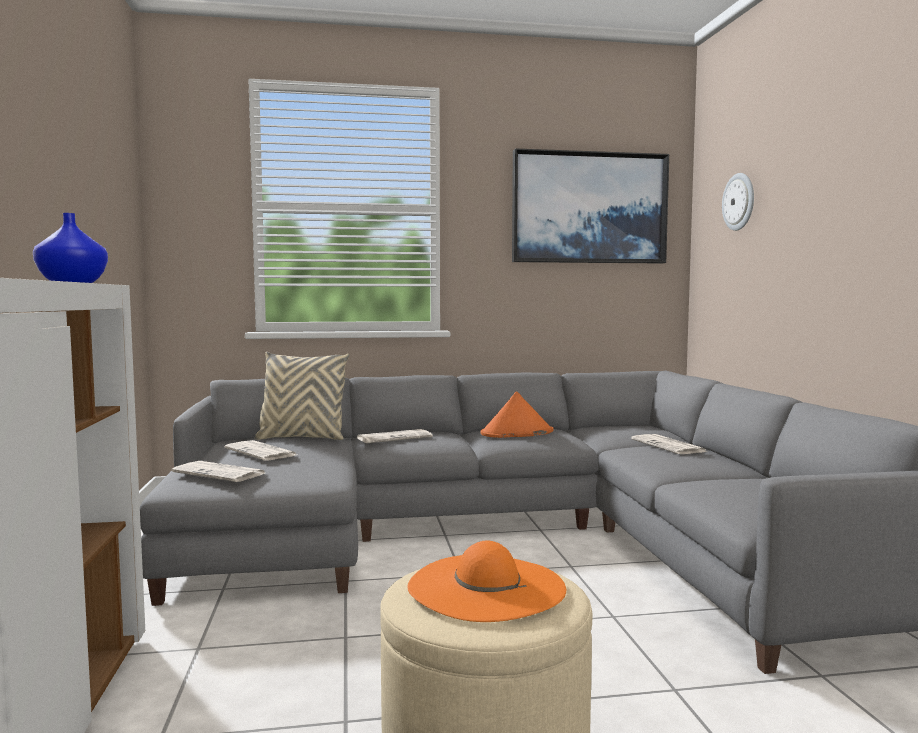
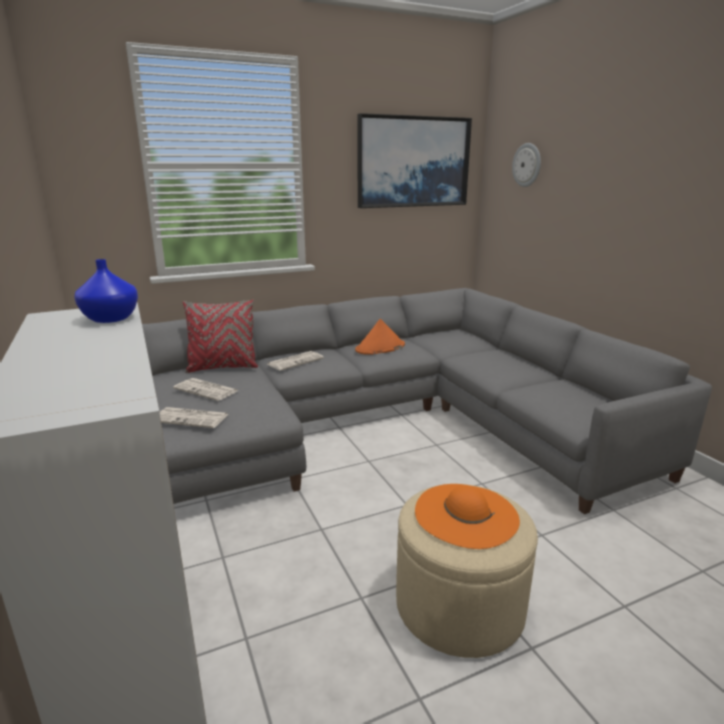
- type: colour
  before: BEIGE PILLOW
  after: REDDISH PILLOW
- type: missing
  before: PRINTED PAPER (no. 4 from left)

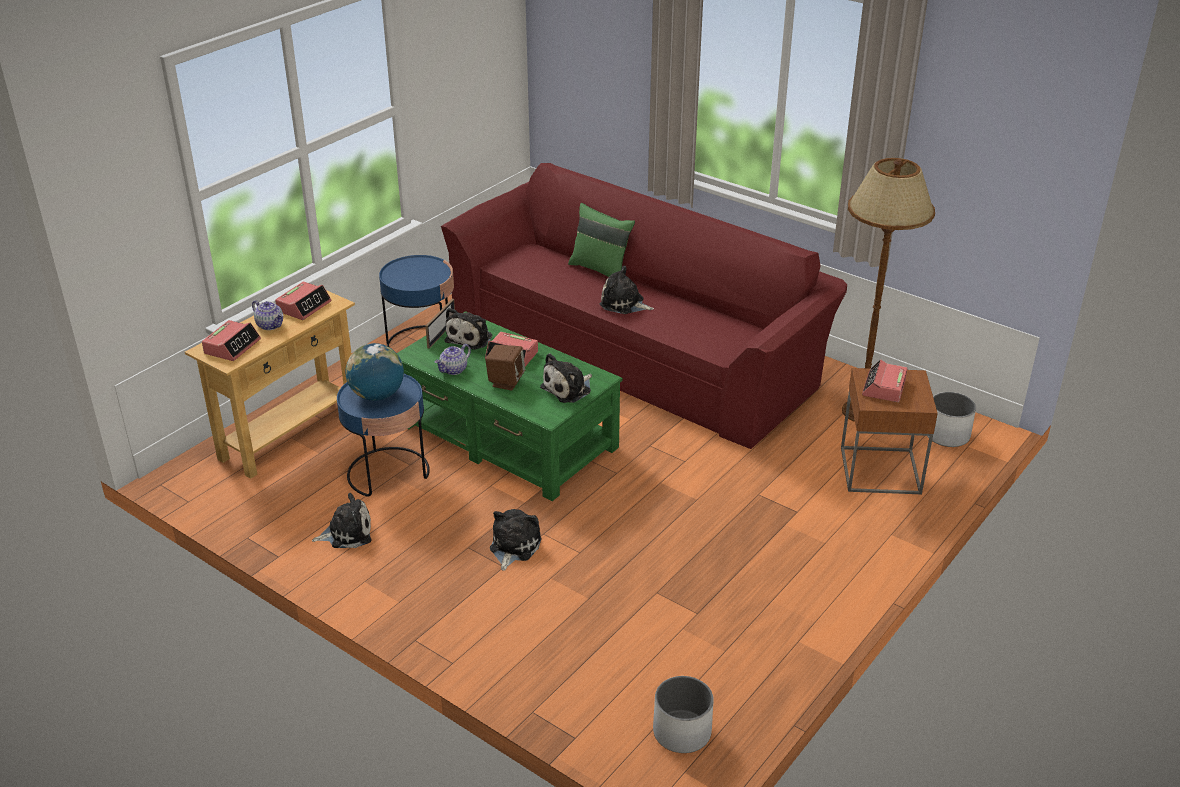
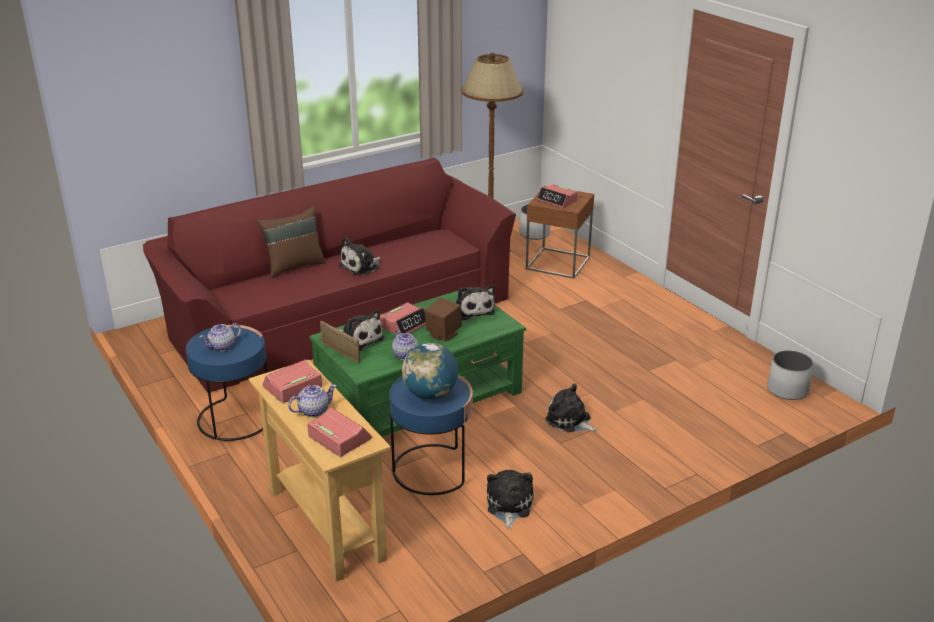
- type: colour
  before: GREENISH PILLOW
  after: BROWN PILLOW
- type: spun
  before: BEDSIDE CLOCK (no. 2 from left in the first image)
  turn: -90
- type: appeared
  after: TEA POT (no. 1 from left)

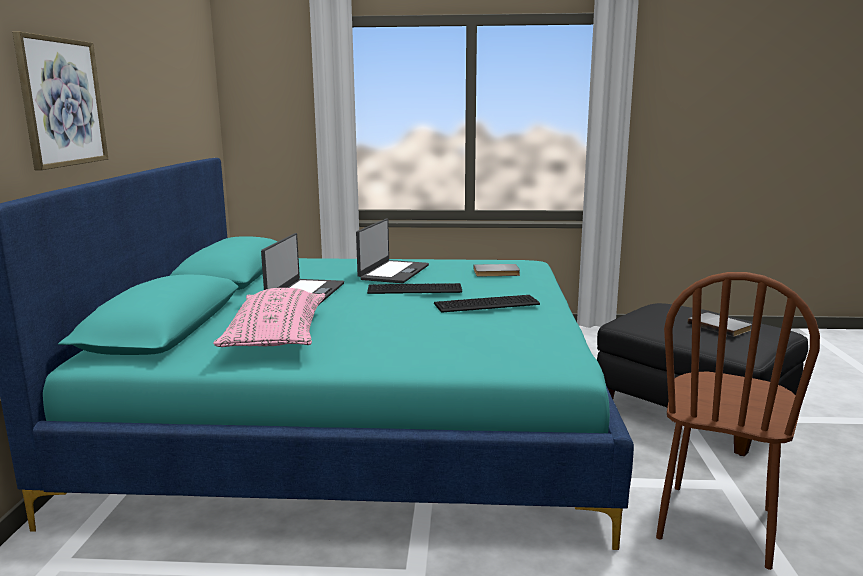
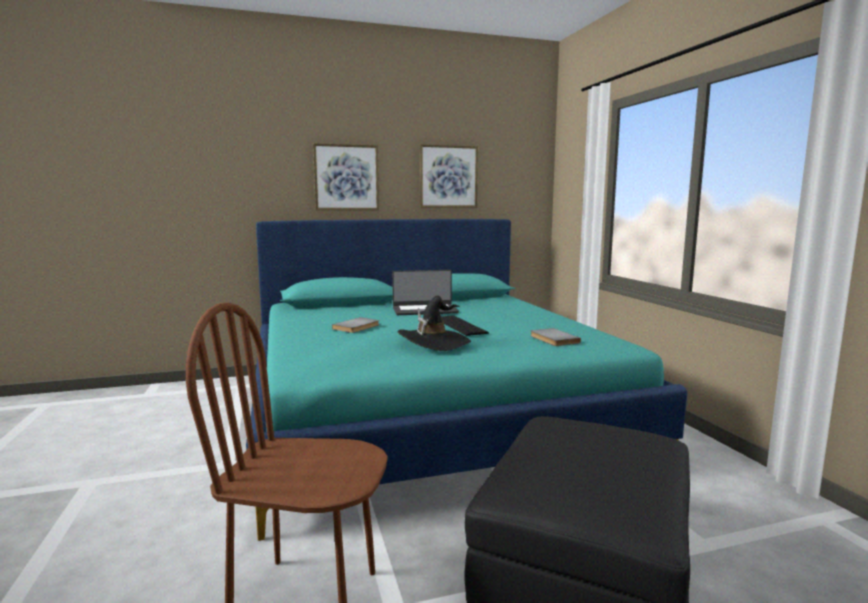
- type: missing
  before: LAPTOP (no. 2 from left)
- type: missing
  before: PINKISH PILLOW
- type: exchanged
  before: PC KEYBOARD (no. 2 from left)
  after: BLACK-COLOURED WEARABLE HAT
- type: relocated
  before: GREYISH BOOK (no. 2 from left in the first image)
  after: GREYISH BOOK (no. 1 from left)
- type: appeared
  after: WALL PICTURE (no. 2 from left)

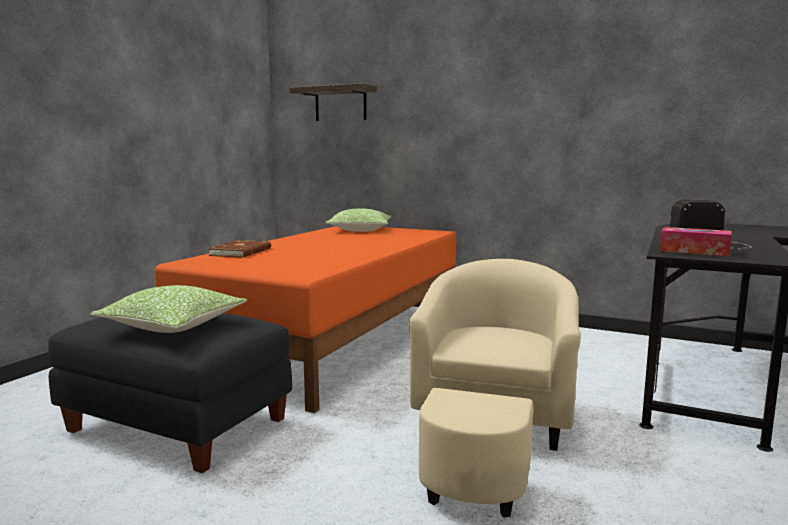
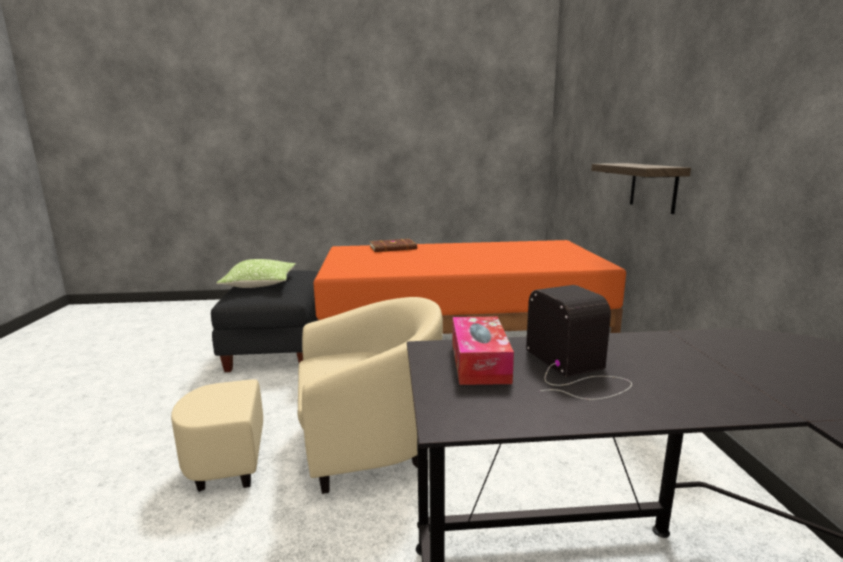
- type: relocated
  before: WALL SHELF
- type: missing
  before: PILLOW (no. 2 from left)

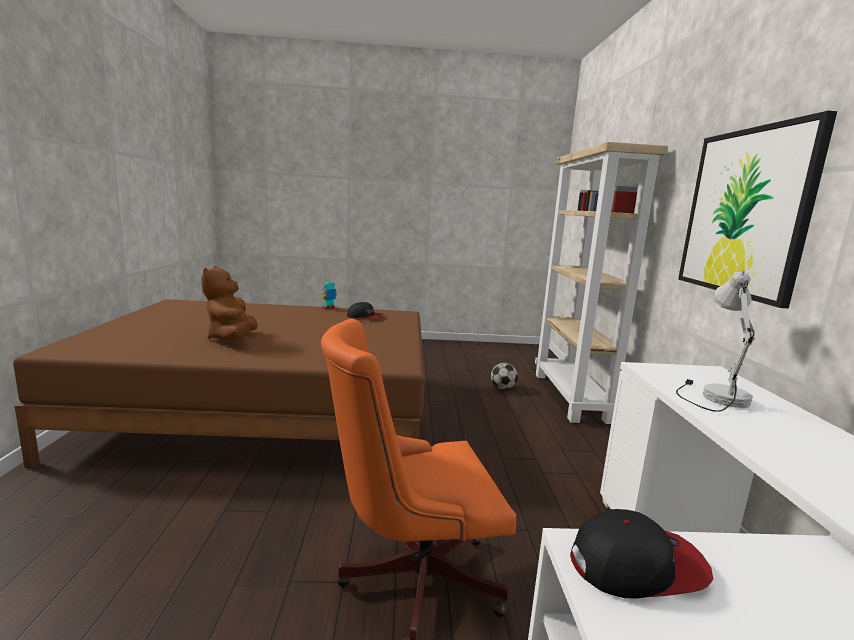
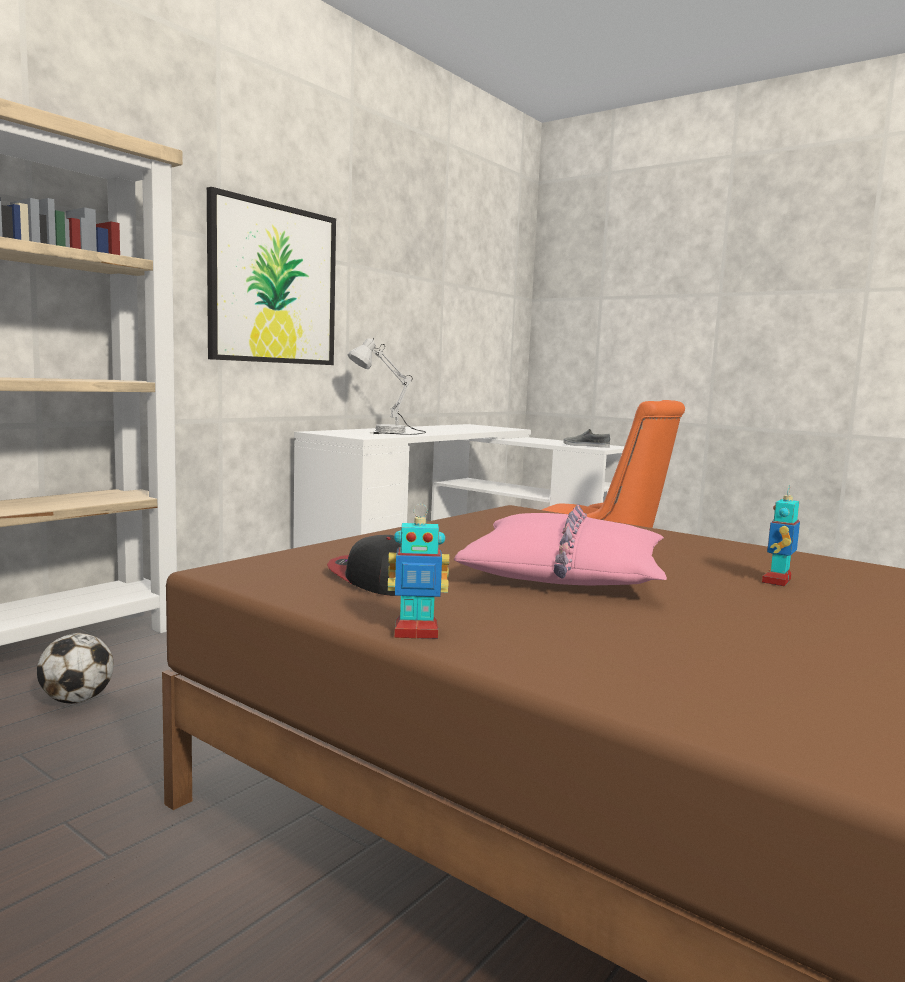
- type: exchanged
  before: BROWN SOFT TOY
  after: MODEL ROBOT (no. 2 from left)
- type: exchanged
  before: BASEBALL CAP (no. 2 from left)
  after: GREYISH LOW SHOE
- type: appeared
  after: PINKISH PILLOW

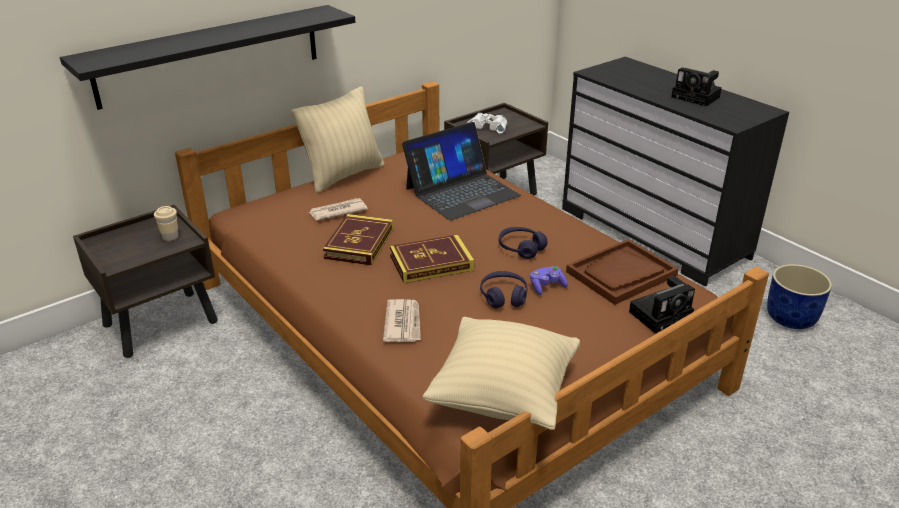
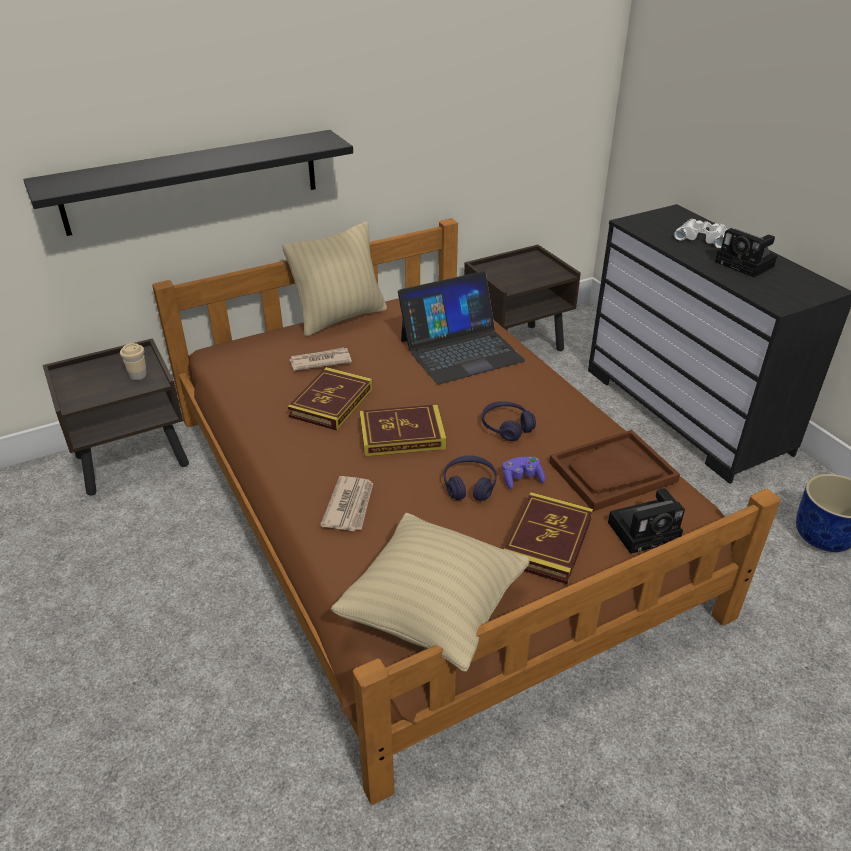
- type: relocated
  before: WHITE PAIR OF BINOCULARS
- type: appeared
  after: BOOK (no. 3 from left)

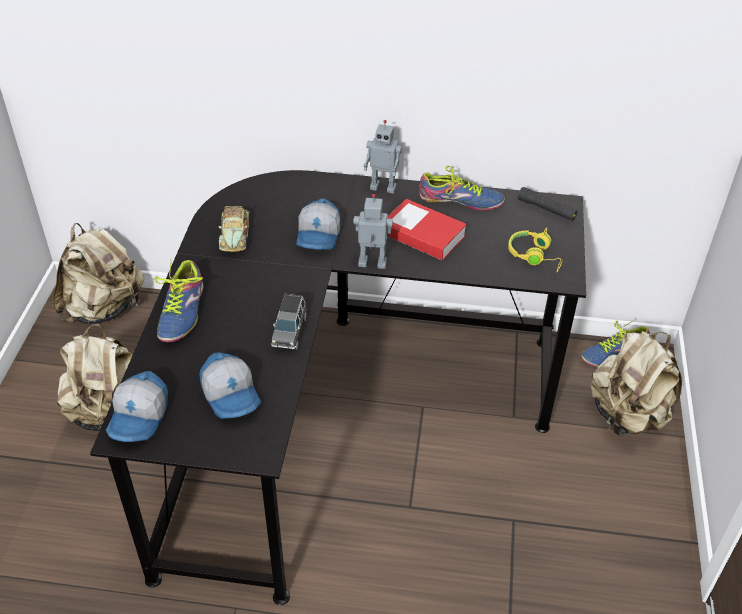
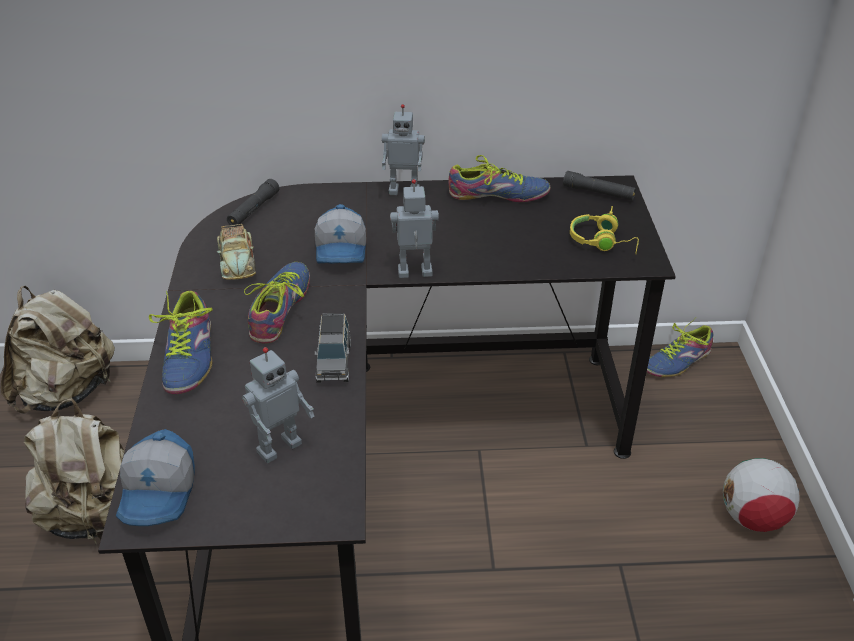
- type: missing
  before: BOOK
- type: missing
  before: BEIGE KNAPSACK (no. 3 from left)
- type: exchanged
  before: BASEBALL CAP (no. 2 from left)
  after: MODEL ROBOT (no. 1 from left)
- type: appeared
  after: BLACK-COLOURED HAND TORCH (no. 1 from left)
- type: appeared
  after: LOW SHOE (no. 2 from left)
- type: appeared
  after: BALL FOR FOOTBALL

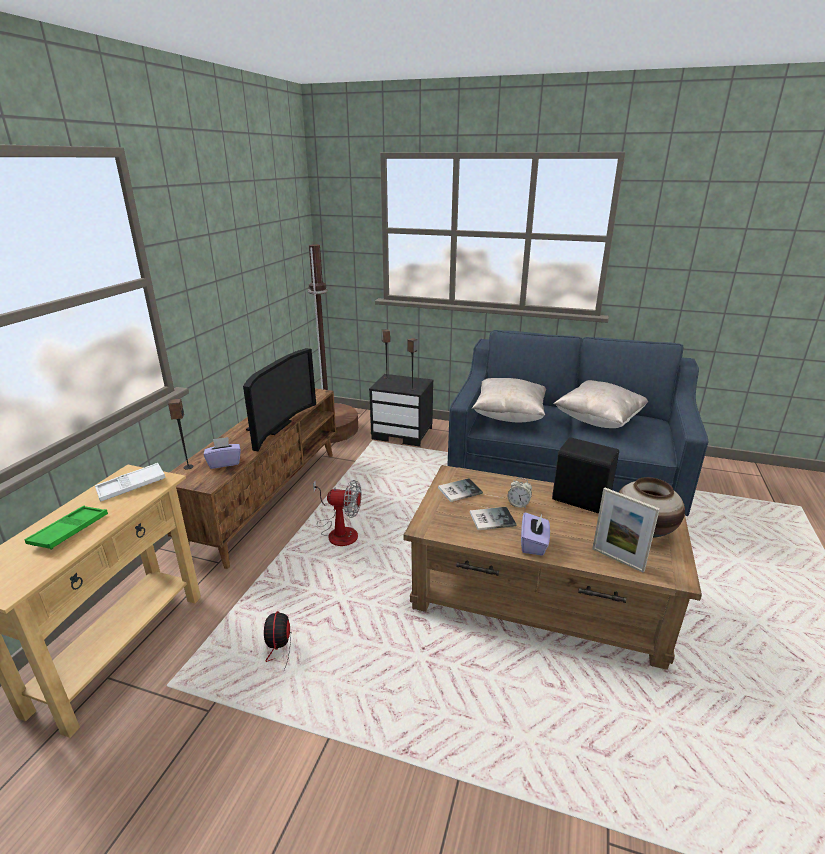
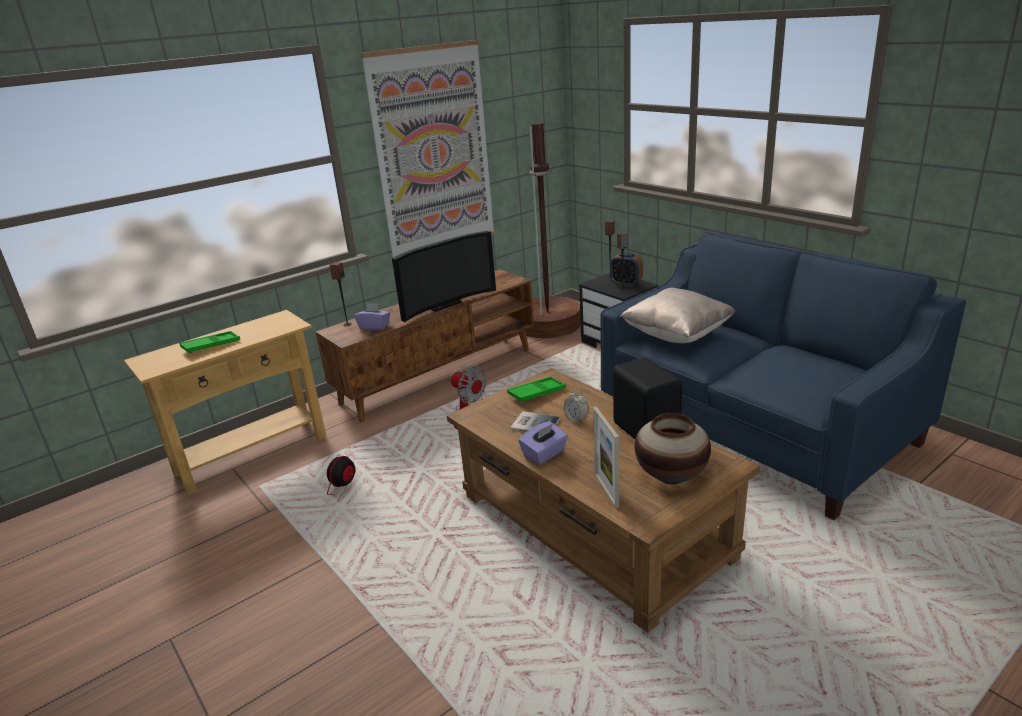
- type: missing
  before: BEIGE PILLOW (no. 2 from left)
- type: missing
  before: WHITE TRAY
- type: exchanged
  before: BOOK (no. 1 from left)
  after: GREENISH TRAY (no. 2 from left)
- type: appeared
  after: WALL PICTURE
- type: appeared
  after: BEDSIDE CLOCK (no. 2 from left)

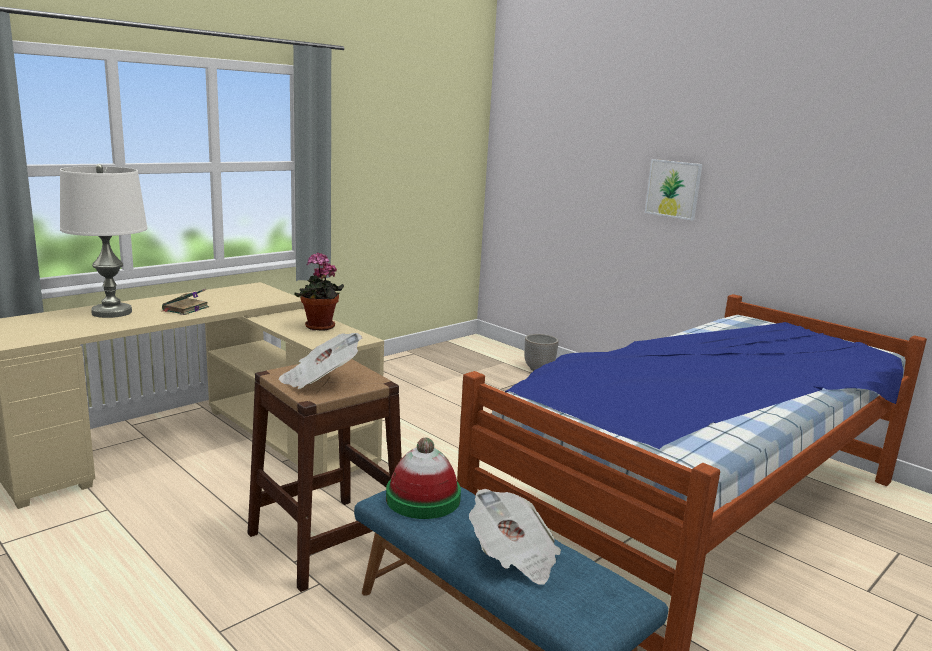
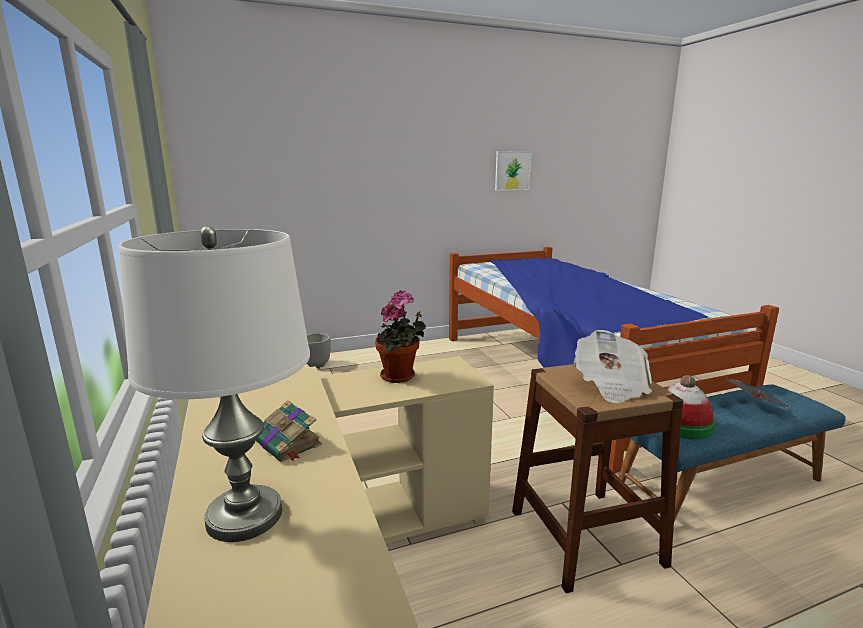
- type: relocated
  before: WALL PICTURE

